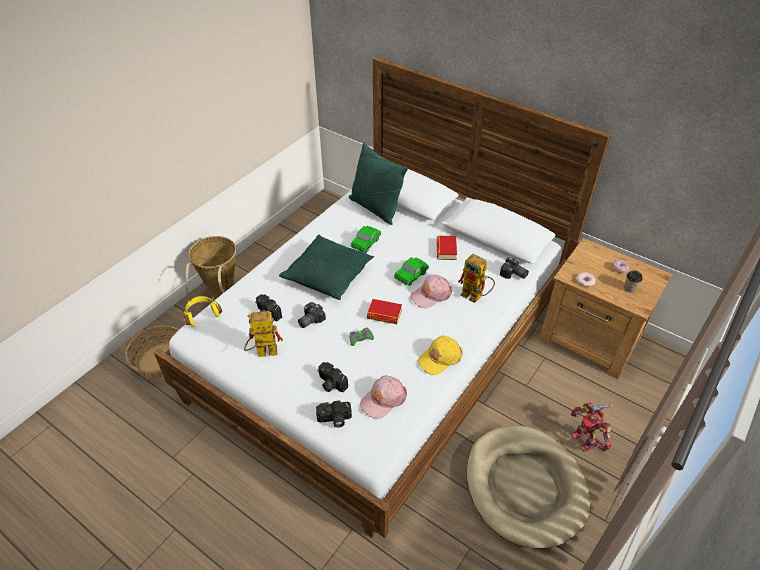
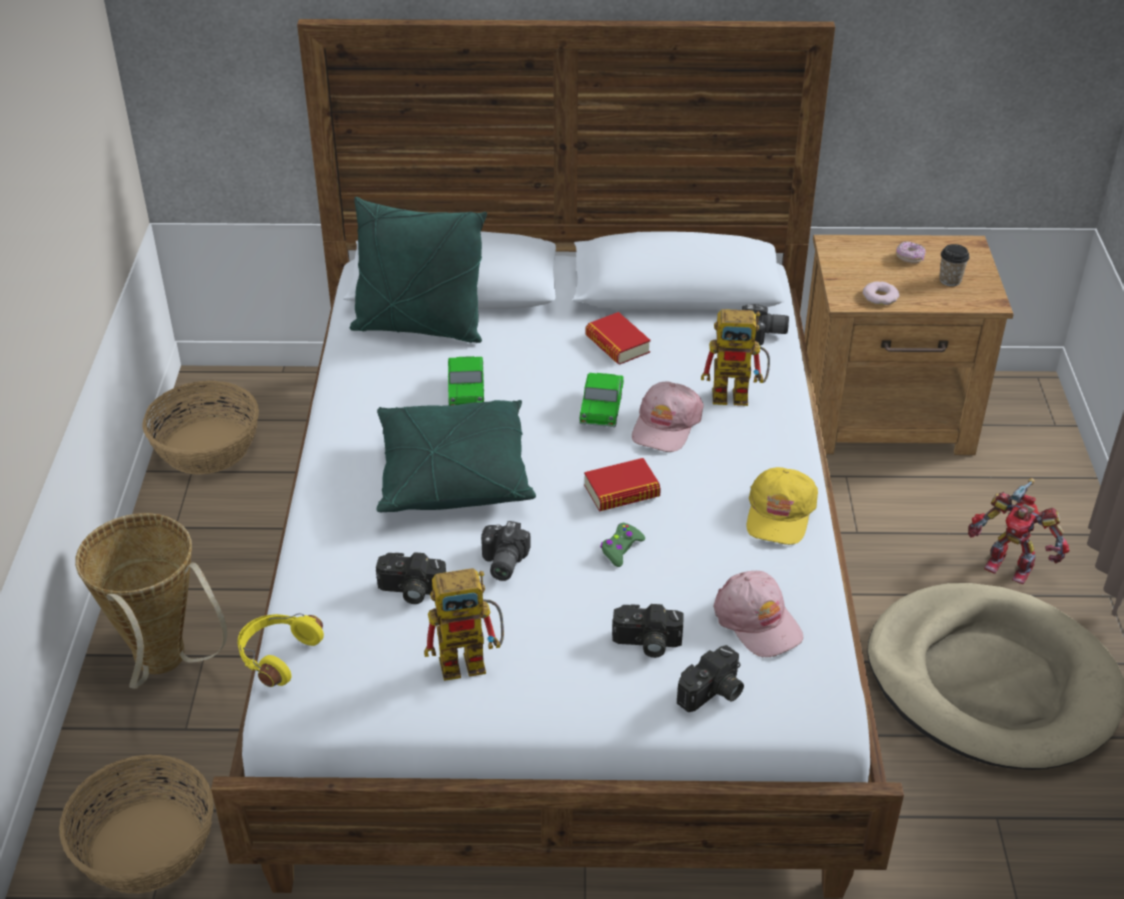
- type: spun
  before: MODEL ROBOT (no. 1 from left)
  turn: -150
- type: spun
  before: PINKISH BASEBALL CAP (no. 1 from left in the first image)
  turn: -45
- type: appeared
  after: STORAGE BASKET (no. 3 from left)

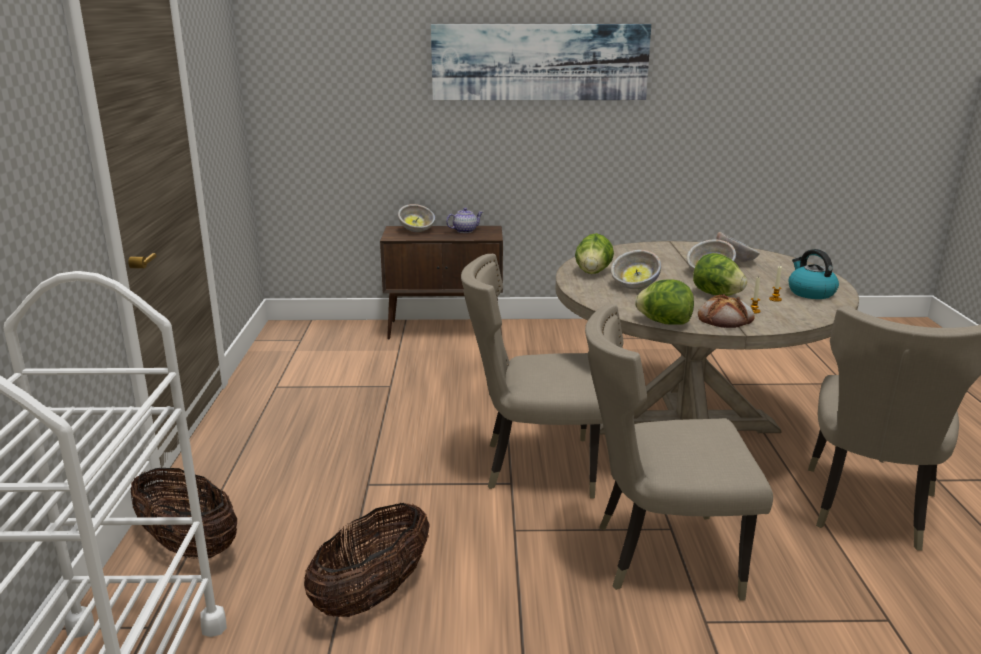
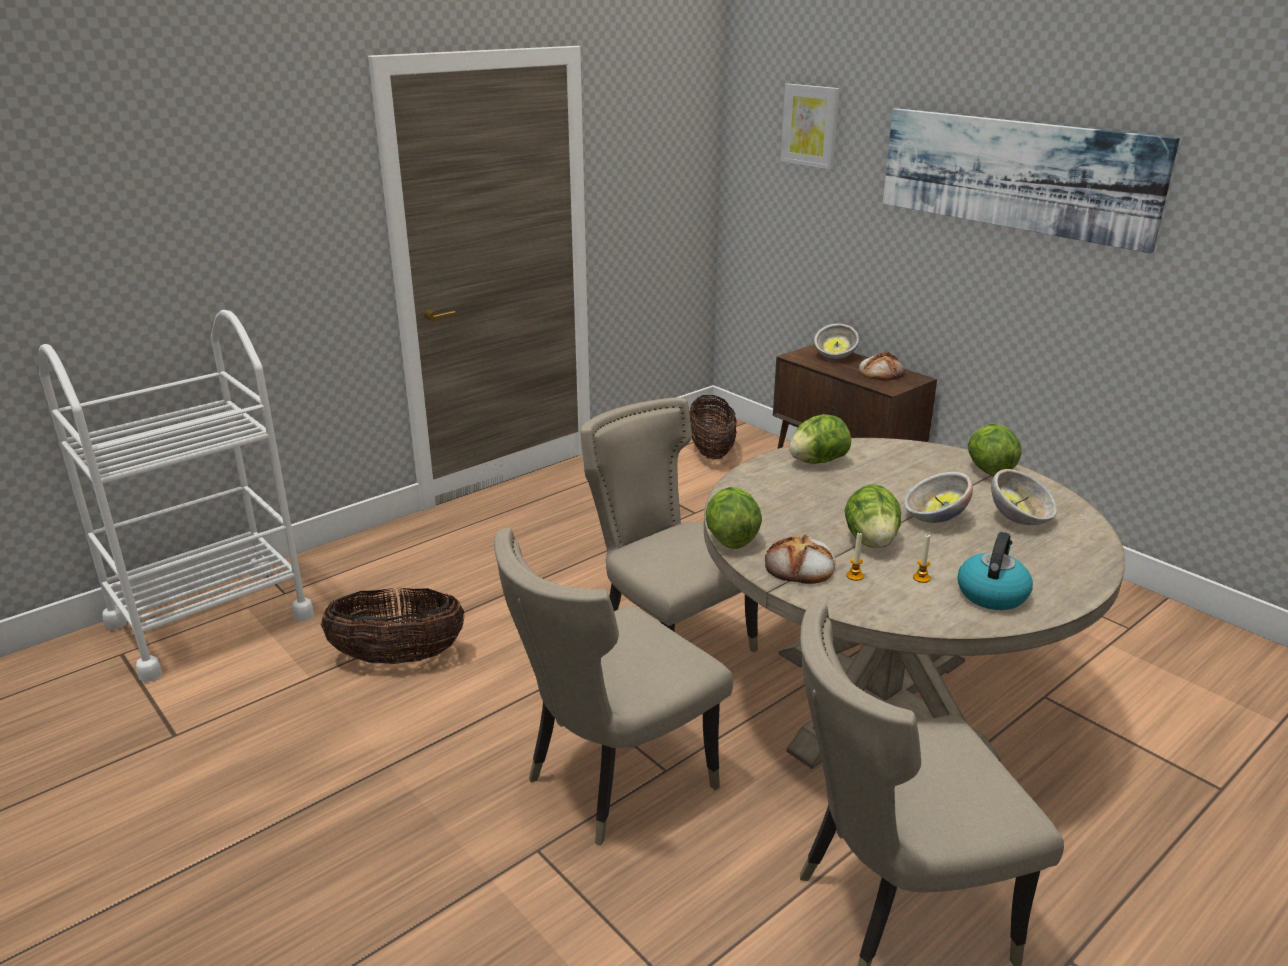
- type: exchanged
  before: TEA POT
  after: BAKED BREAD (no. 2 from left)
- type: missing
  before: SERVING BOWL (no. 2 from left)
- type: spun
  before: BEIGE UPRIGHT CHAIR (no. 2 from left in the first image)
  turn: -90
- type: relocated
  before: STORAGE BASKET (no. 1 from left in the first image)
  after: STORAGE BASKET (no. 2 from left)
- type: appeared
  after: WALL PICTURE (no. 1 from left)
- type: appeared
  after: HEAD OF LETTUCE (no. 4 from left)

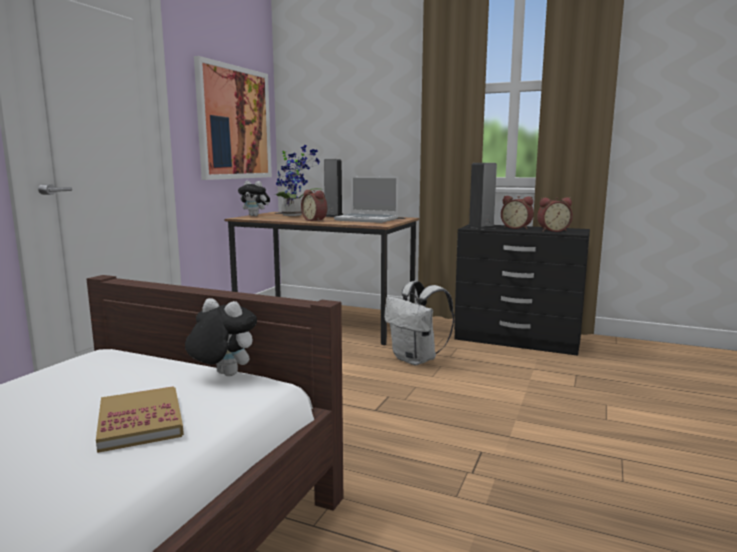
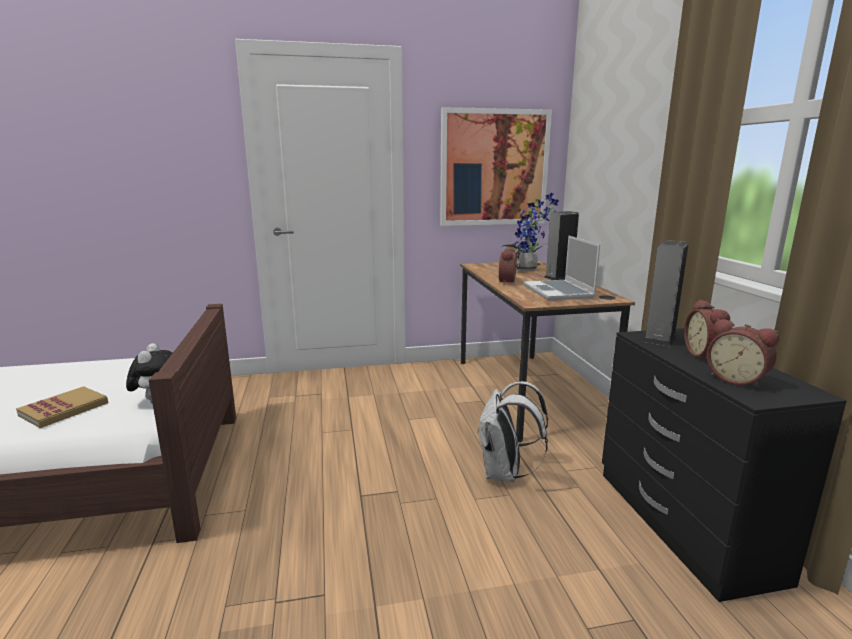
- type: missing
  before: SOFT TOY (no. 2 from left)

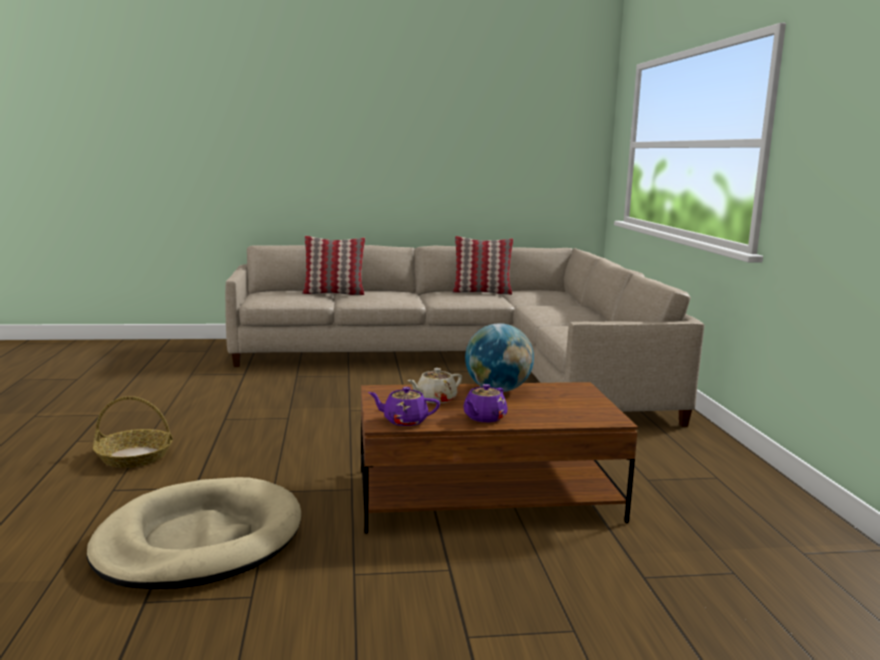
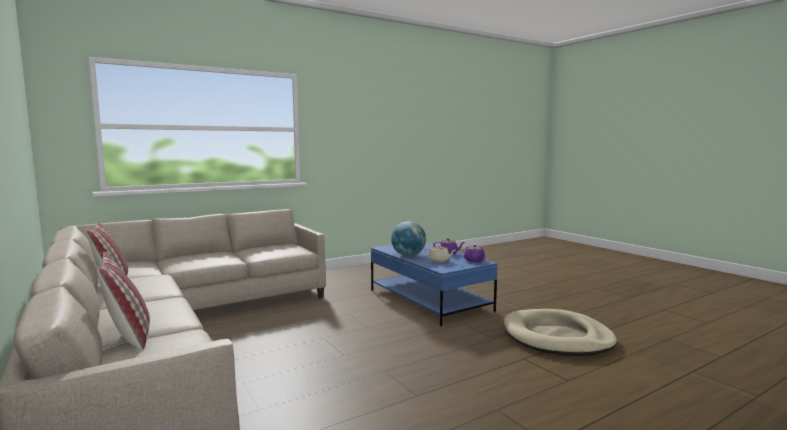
- type: colour
  before: BROWN LOW TABLE
  after: BLUE LOW TABLE
- type: missing
  before: STORAGE BASKET

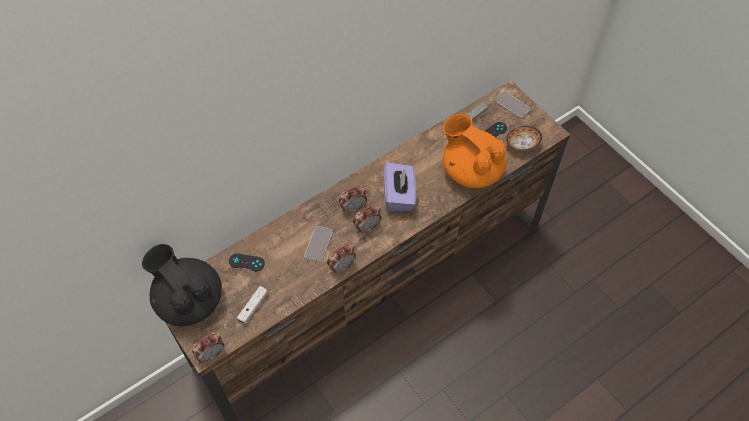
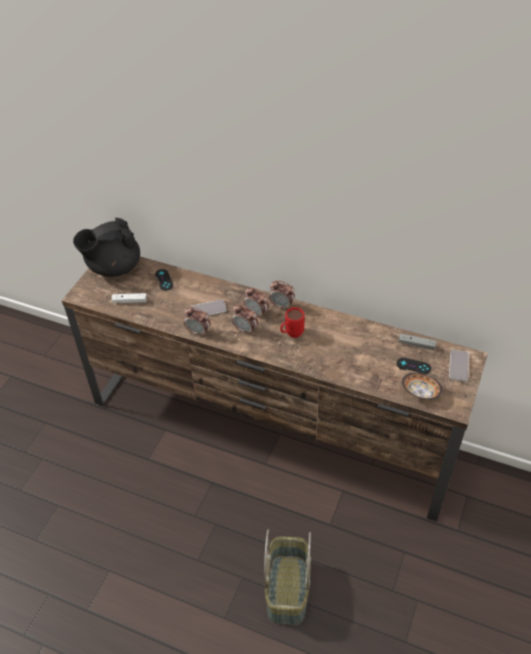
- type: missing
  before: ORANGE TEA POT
- type: exchanged
  before: PURPLISH TISSUE BOX
  after: REDDISH MUG
- type: spun
  before: BLACK-COLOURED TEA POT
  turn: -135
- type: relocated
  before: BEDSIDE CLOCK (no. 1 from left in the first image)
  after: BEDSIDE CLOCK (no. 4 from left)
- type: appeared
  after: STORAGE BASKET

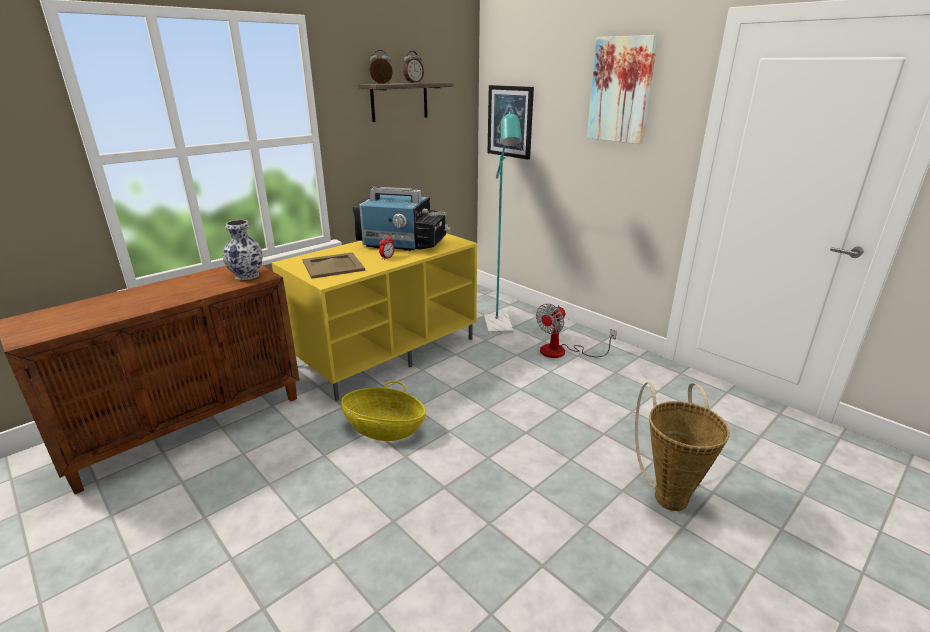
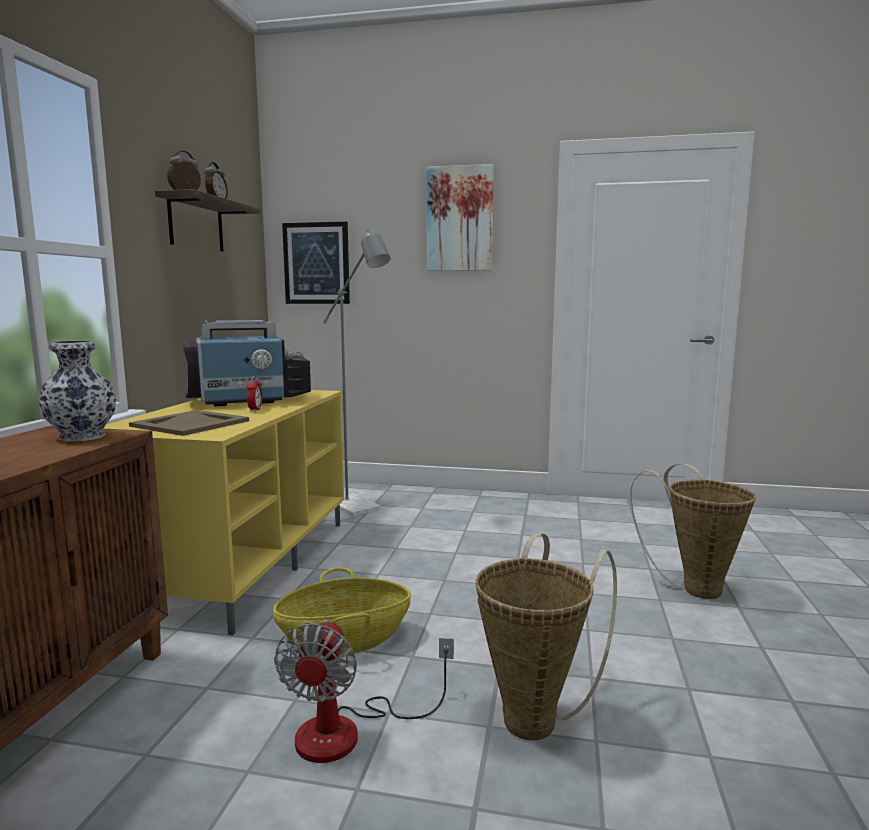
- type: colour
  before: TURQUOISE-COLOURED STANDING LAMP
  after: GREYISH STANDING LAMP
- type: relocated
  before: FAN
- type: appeared
  after: STORAGE BASKET (no. 2 from left)

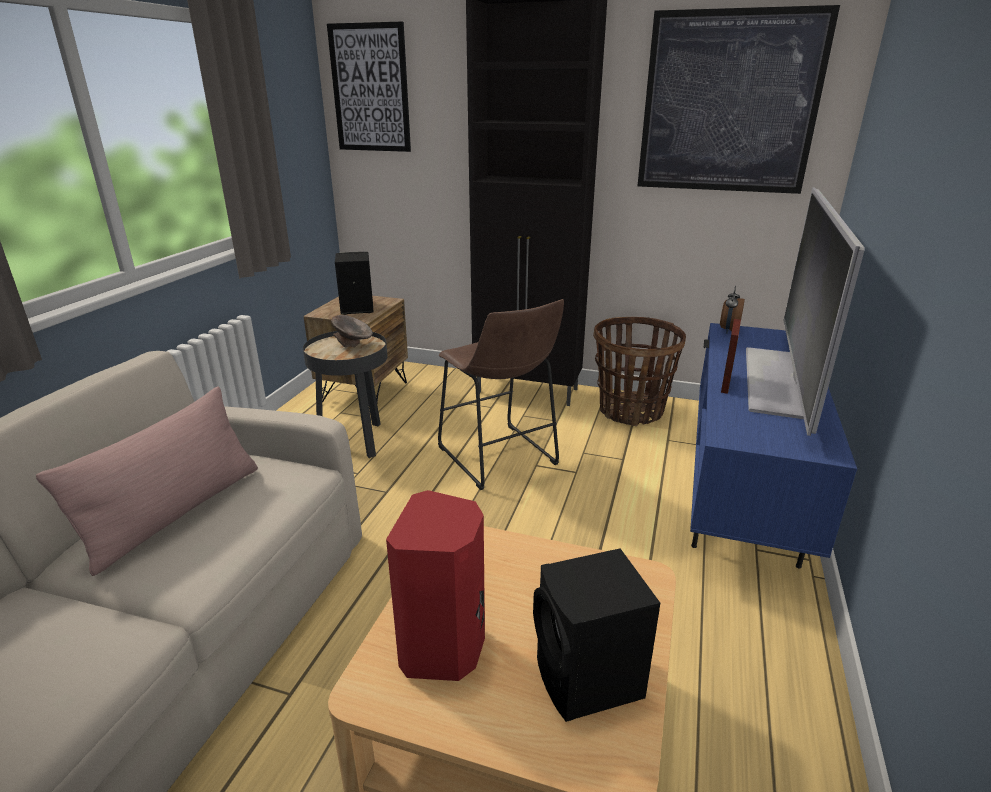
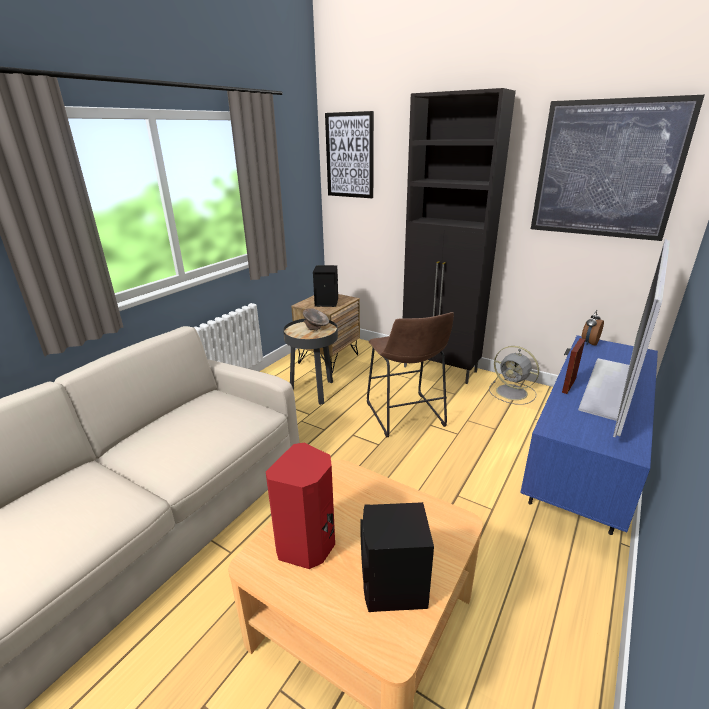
- type: exchanged
  before: STORAGE BASKET
  after: GREYISH FAN
- type: missing
  before: PINKISH PILLOW

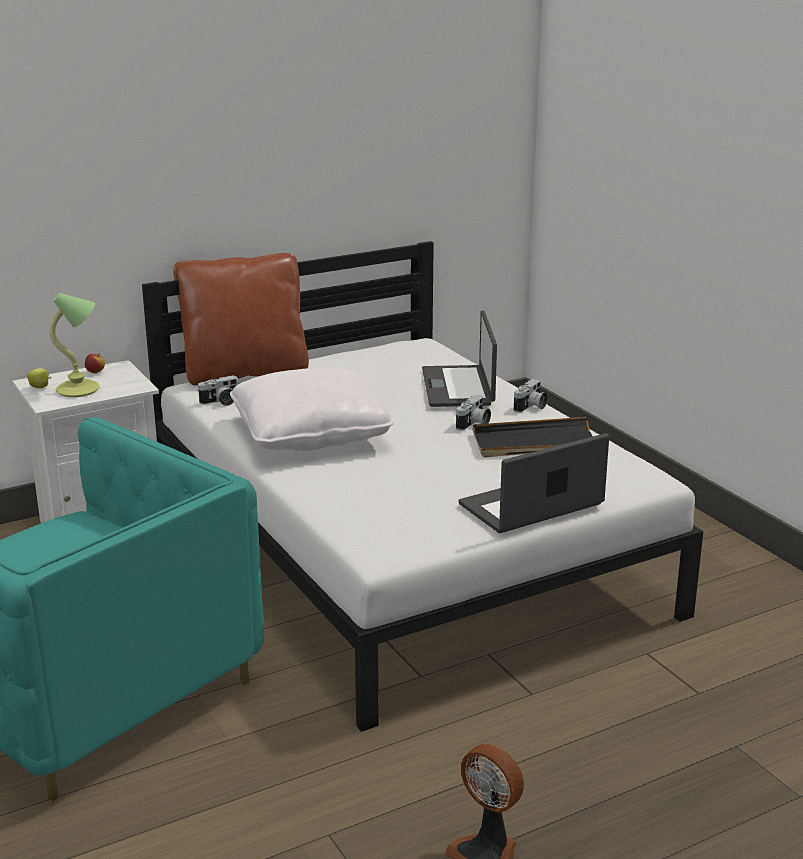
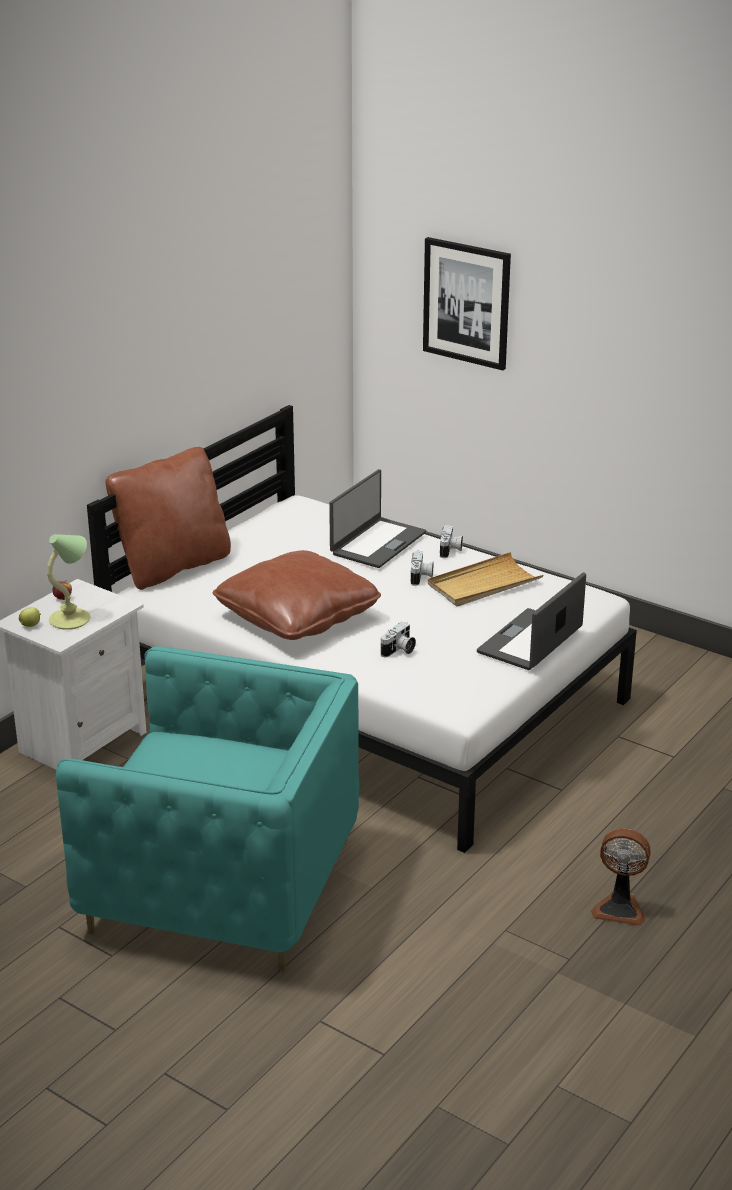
- type: spun
  before: LAPTOP (no. 1 from left)
  turn: -120
- type: colour
  before: WHITE PILLOW
  after: BROWN PILLOW (no. 2 from left)
- type: relocated
  before: STILL CAMERA (no. 1 from left)
- type: colour
  before: BLACK-COLOURED TRAY
  after: BEIGE TRAY
- type: appeared
  after: WALL PICTURE

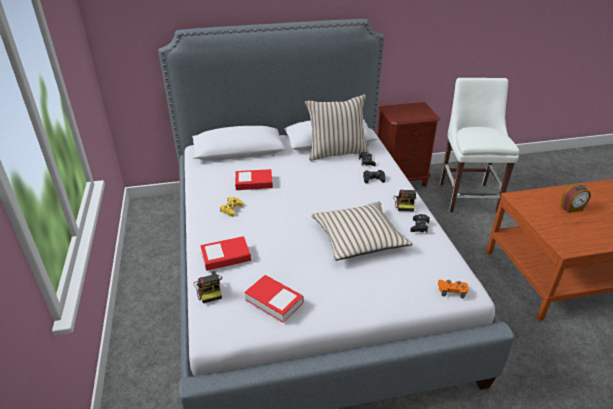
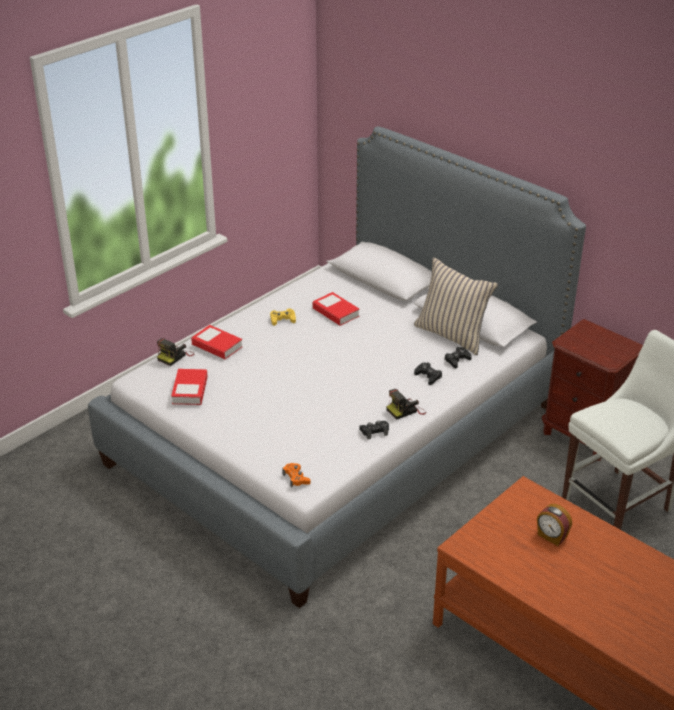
- type: missing
  before: BEIGE PILLOW (no. 2 from left)

